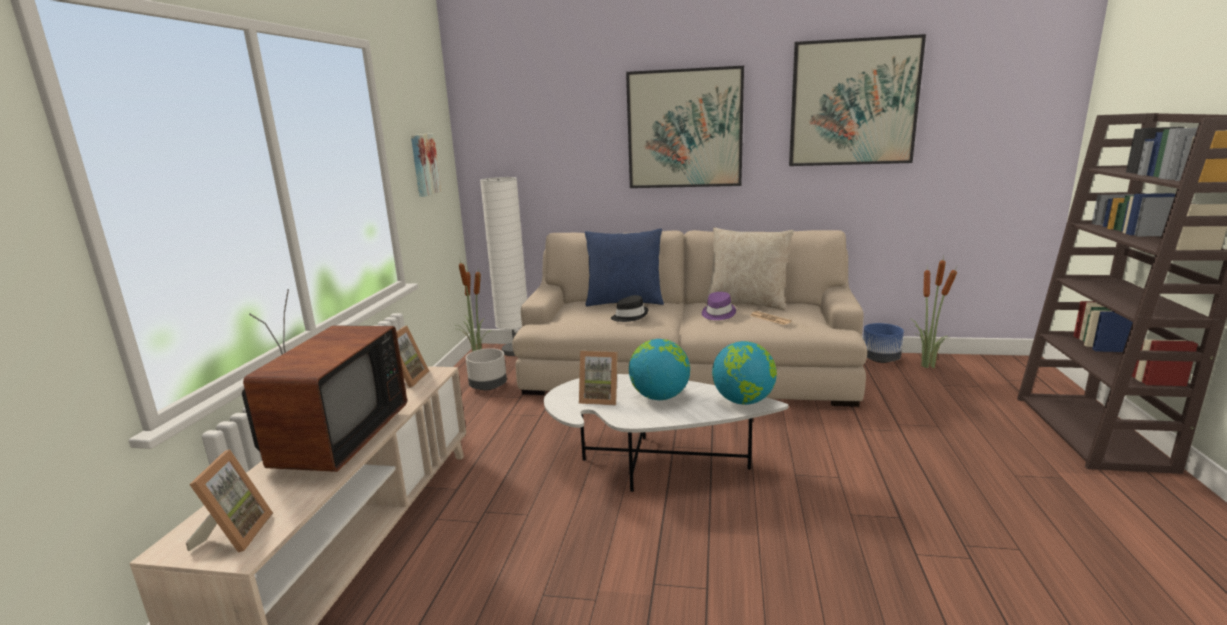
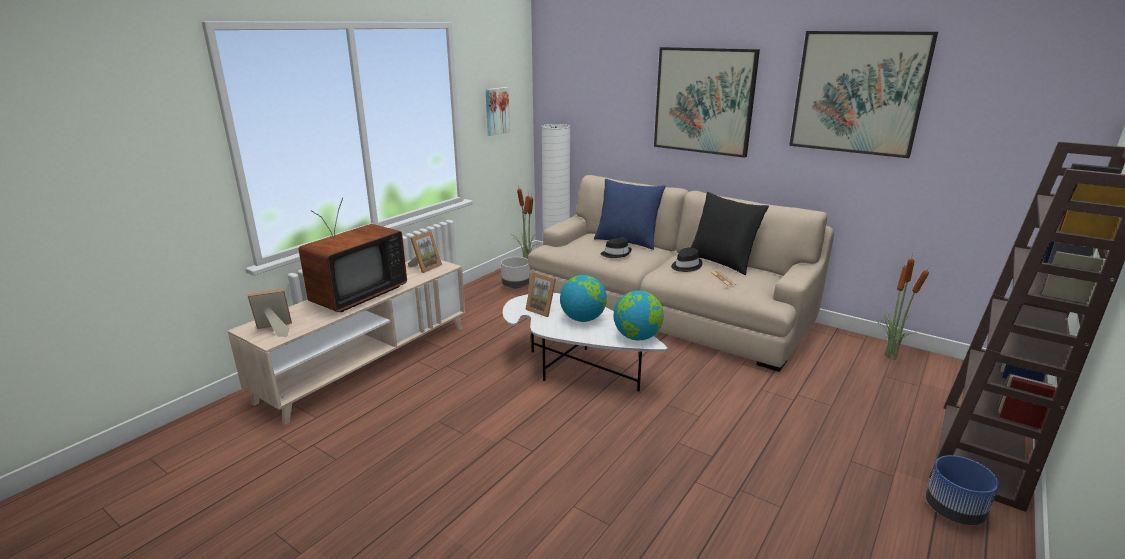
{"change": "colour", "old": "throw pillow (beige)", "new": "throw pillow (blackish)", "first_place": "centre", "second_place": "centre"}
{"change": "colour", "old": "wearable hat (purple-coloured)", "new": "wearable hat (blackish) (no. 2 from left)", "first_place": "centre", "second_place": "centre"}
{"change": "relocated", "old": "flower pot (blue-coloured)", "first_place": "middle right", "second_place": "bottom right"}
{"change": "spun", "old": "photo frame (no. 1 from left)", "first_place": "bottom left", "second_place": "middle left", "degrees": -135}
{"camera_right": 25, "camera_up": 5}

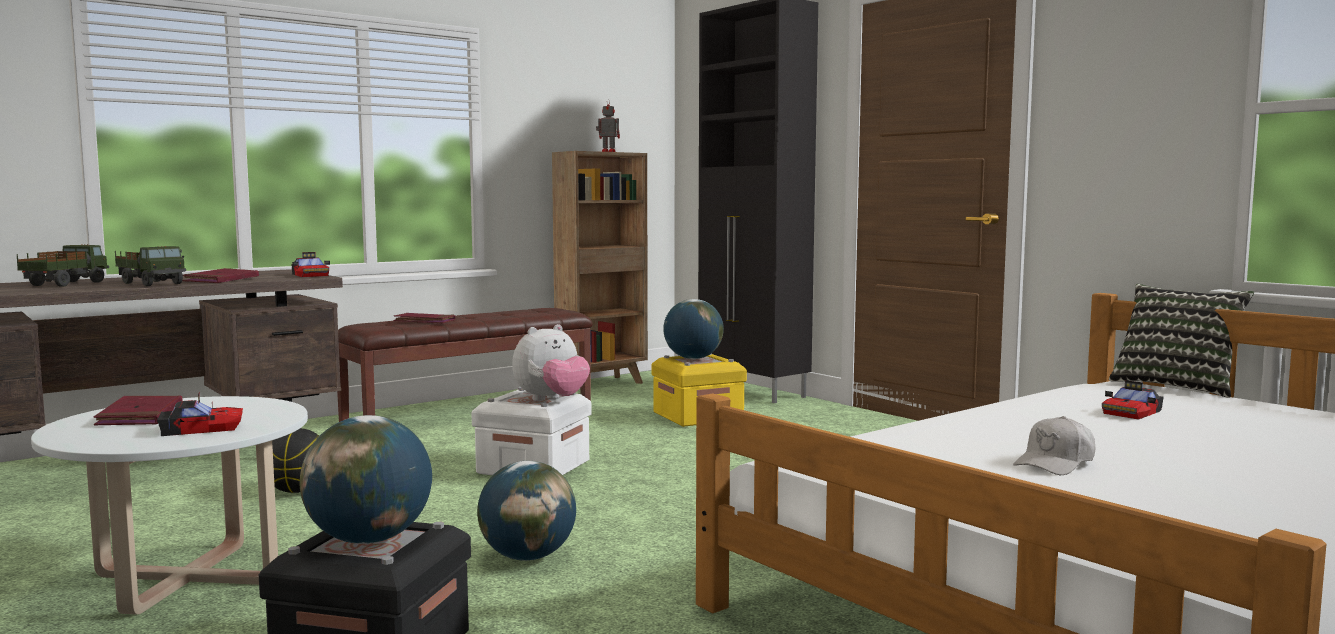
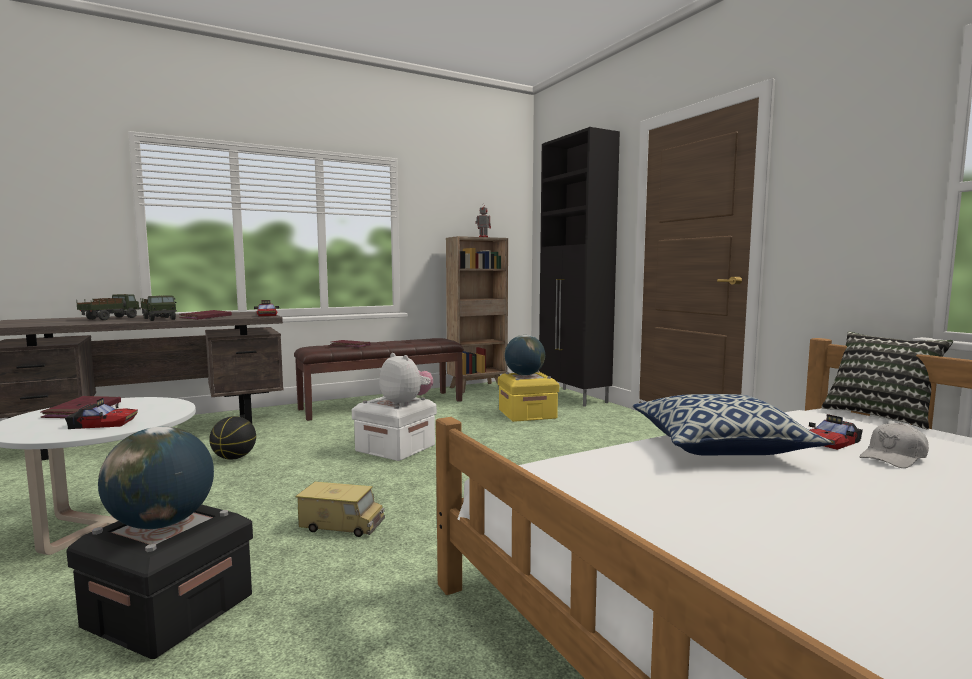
{"change": "spun", "old": "soft toy", "first_place": "centre", "second_place": "centre", "degrees": -105}
{"change": "relocated", "old": "cap (whitish)", "first_place": "bottom right", "second_place": "middle right"}
{"change": "exchanged", "old": "globe (no. 2 from left)", "new": "toy lorry (no. 3 from left)", "first_place": "bottom centre", "second_place": "bottom centre"}
{"change": "appeared", "new": "throw pillow (no. 1 from left)", "second_place": "middle right"}
{"camera_right": 10, "camera_up": 0}

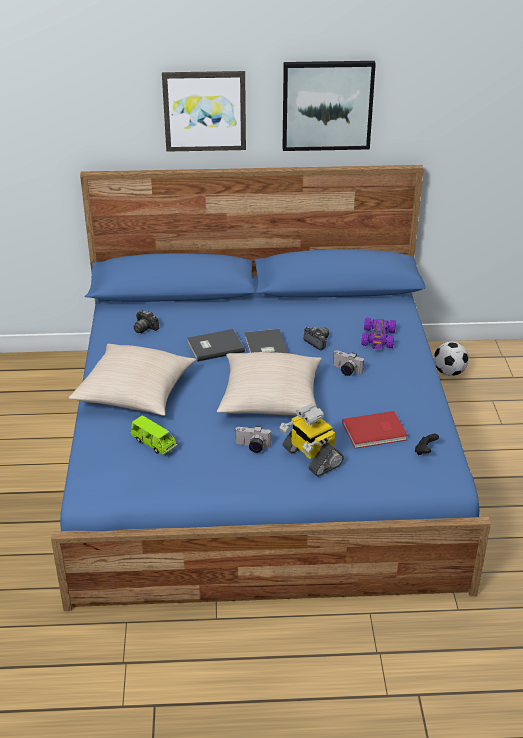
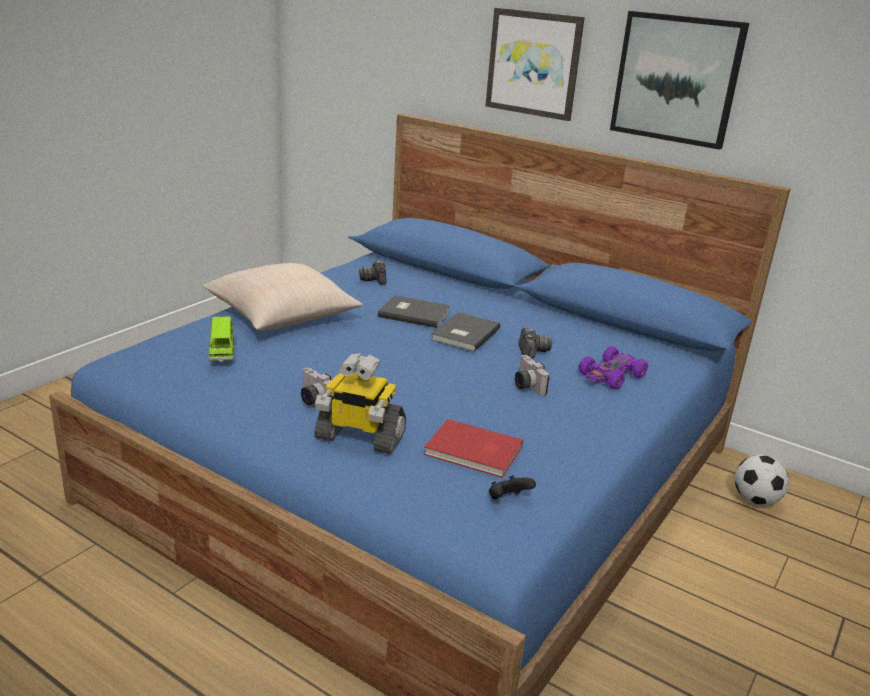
{"change": "missing", "old": "throw pillow (beige) (no. 2 from left)", "first_place": "centre"}
{"change": "spun", "old": "model robot", "first_place": "centre", "second_place": "centre", "degrees": -75}
{"camera_right": 35, "camera_up": -10}

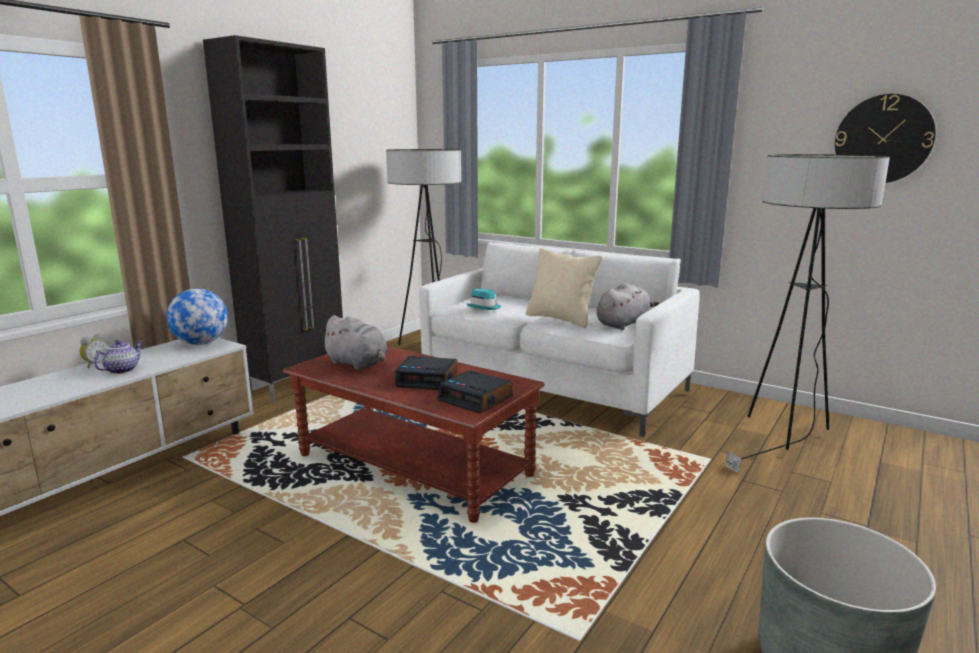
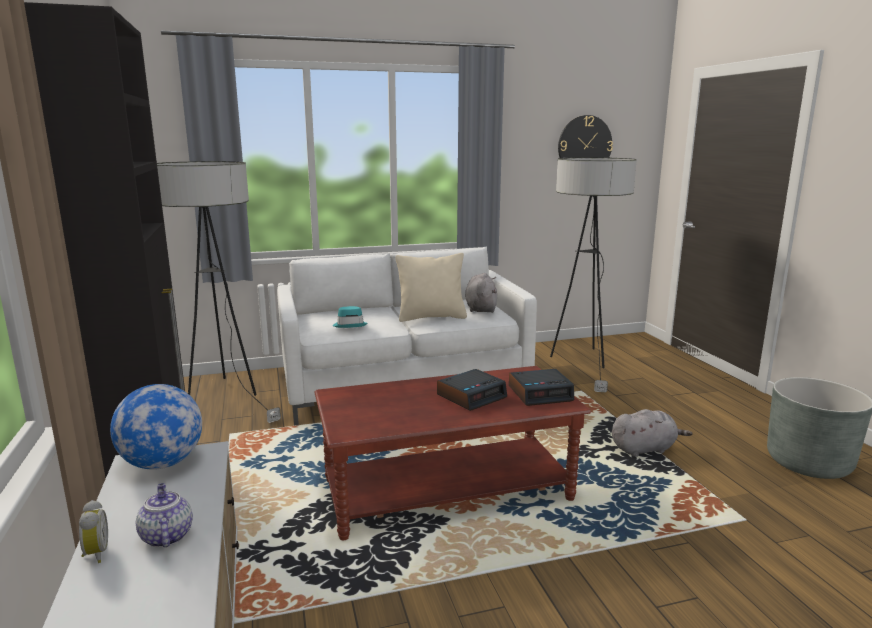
{"change": "relocated", "old": "soft toy (greyish) (no. 1 from left in the first image)", "new": "soft toy (greyish) (no. 2 from left)", "first_place": "centre", "second_place": "bottom right"}
{"camera_right": -50, "camera_up": 0}

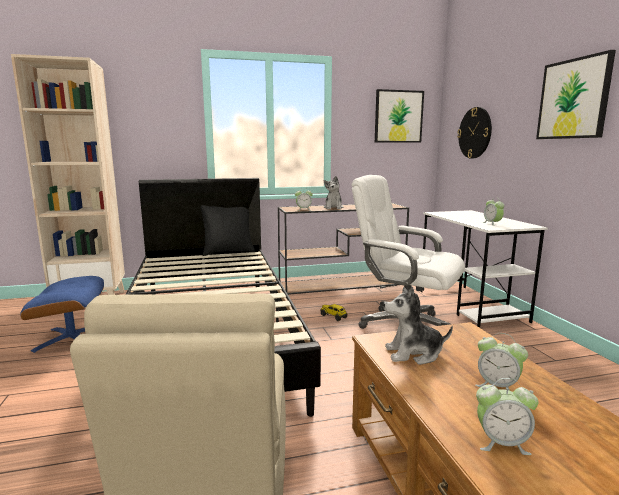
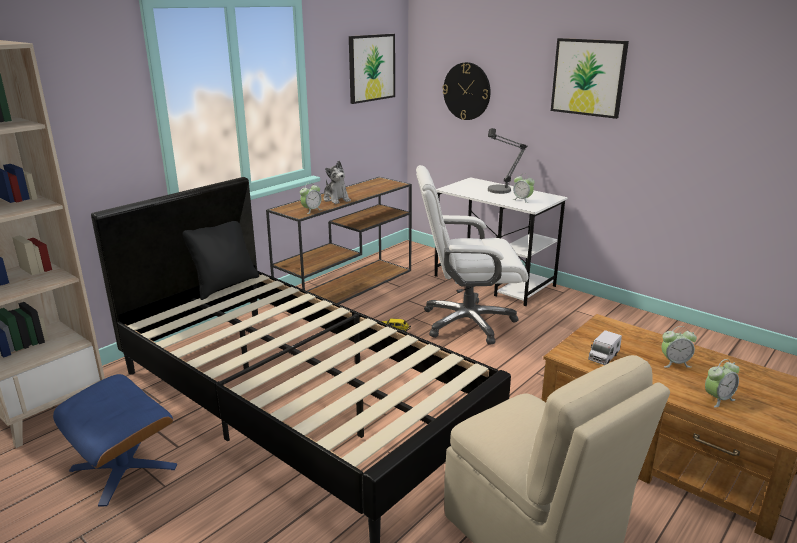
{"change": "exchanged", "old": "soft toy (no. 2 from left)", "new": "toy lorry (no. 2 from left)", "first_place": "middle right", "second_place": "middle right"}
{"change": "appeared", "new": "table lamp", "second_place": "top centre"}
{"camera_right": -35, "camera_up": 10}

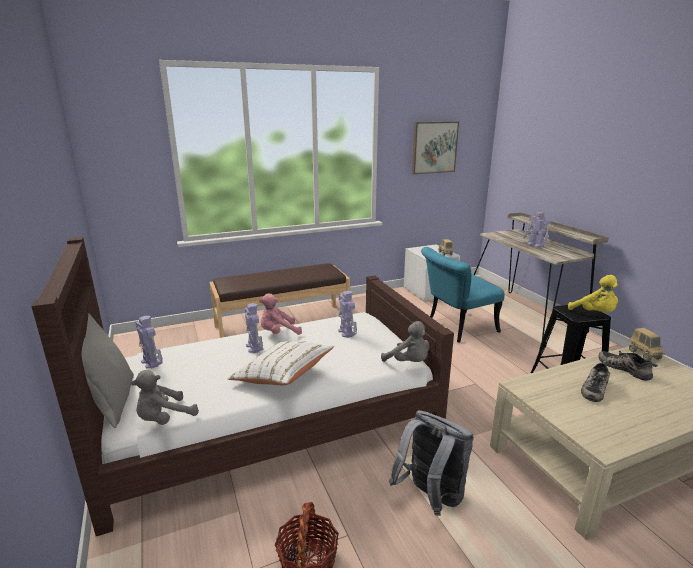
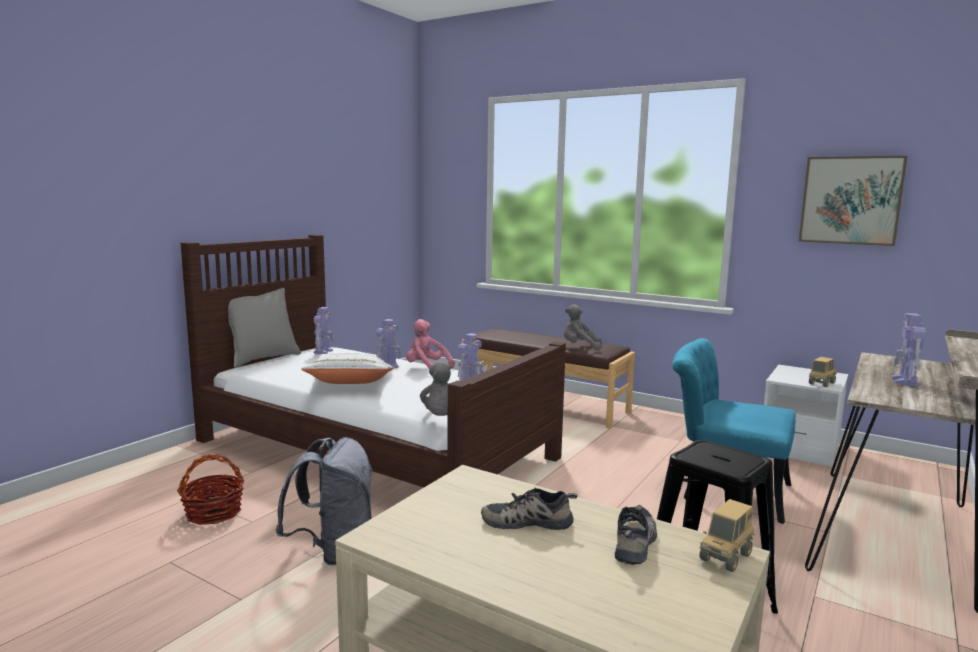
{"change": "missing", "old": "soft toy (yellowish)", "first_place": "middle right"}
{"change": "relocated", "old": "soft toy (greyish) (no. 1 from left in the first image)", "new": "soft toy (greyish) (no. 2 from left)", "first_place": "bottom left", "second_place": "centre"}
{"camera_right": 55, "camera_up": -10}

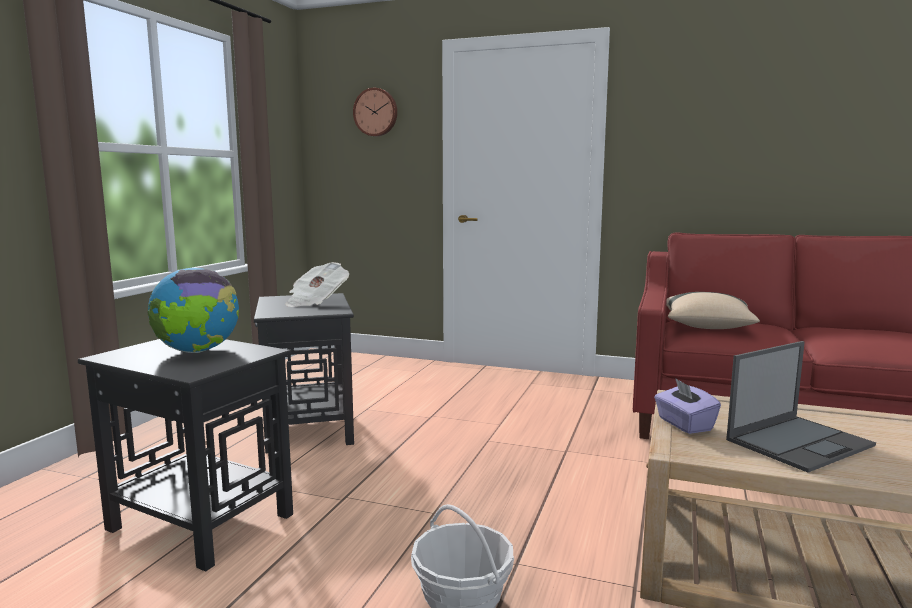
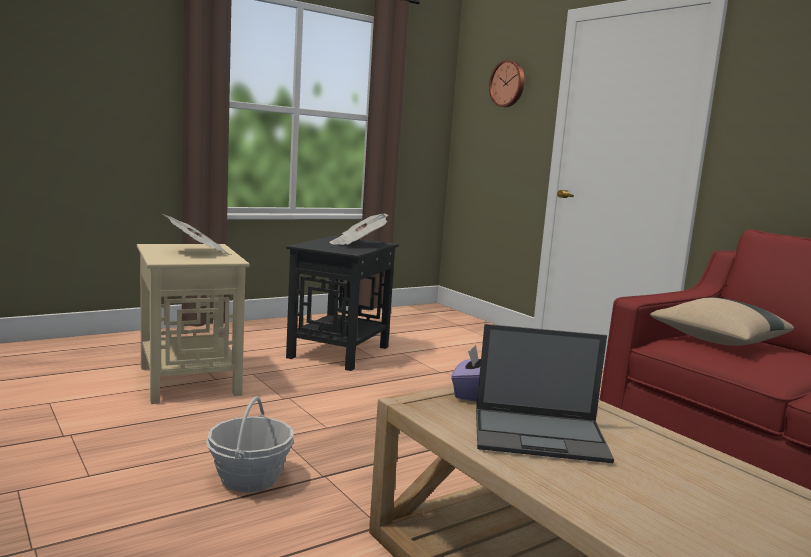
{"change": "exchanged", "old": "globe", "new": "printed paper (no. 1 from left)", "first_place": "middle left", "second_place": "middle left"}
{"change": "colour", "old": "accent table (blackish) (no. 1 from left)", "new": "accent table (beige)", "first_place": "bottom left", "second_place": "middle left"}
{"camera_right": 35, "camera_up": 0}

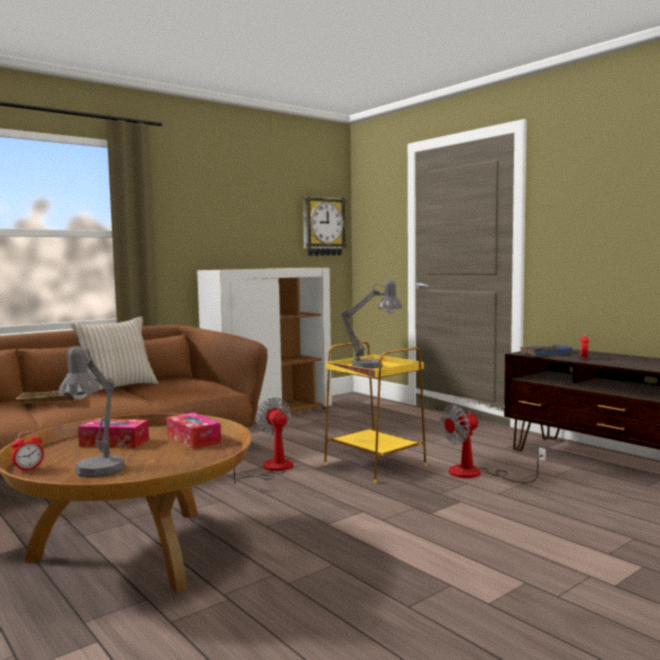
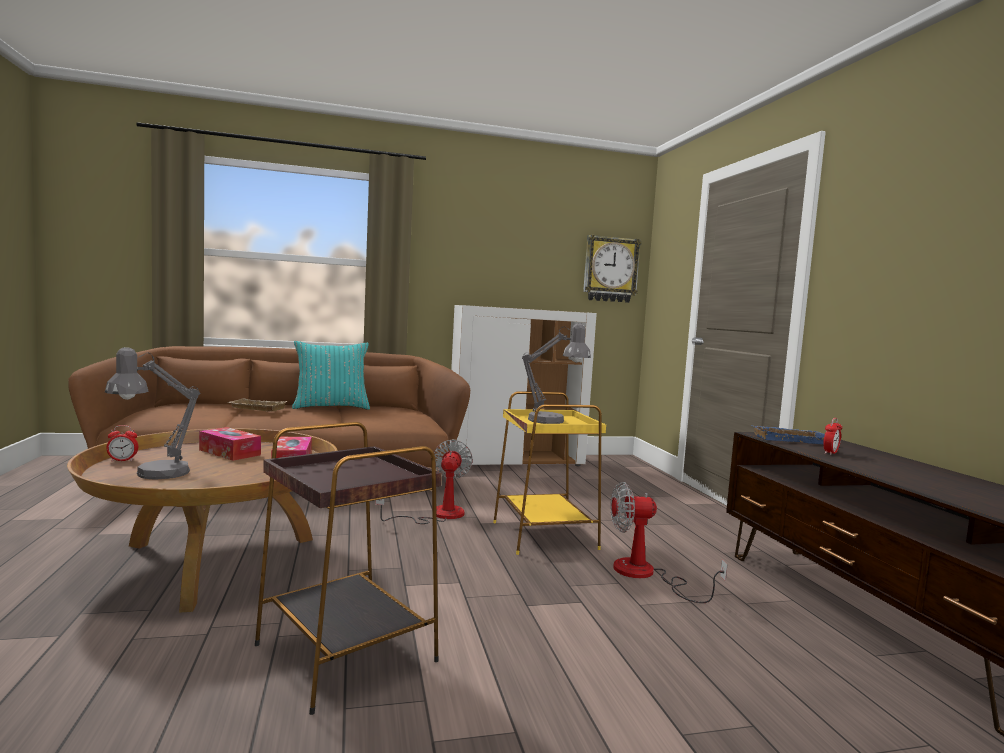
{"change": "colour", "old": "throw pillow (beige)", "new": "throw pillow (turquoise-coloured)", "first_place": "middle left", "second_place": "middle left"}
{"change": "appeared", "new": "accent table (brownish)", "second_place": "bottom centre"}
{"camera_right": 25, "camera_up": 0}

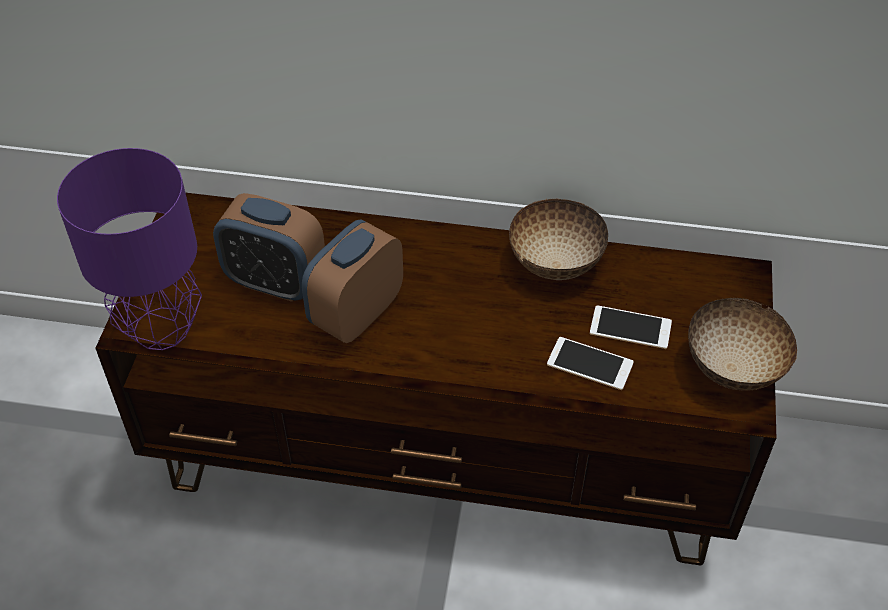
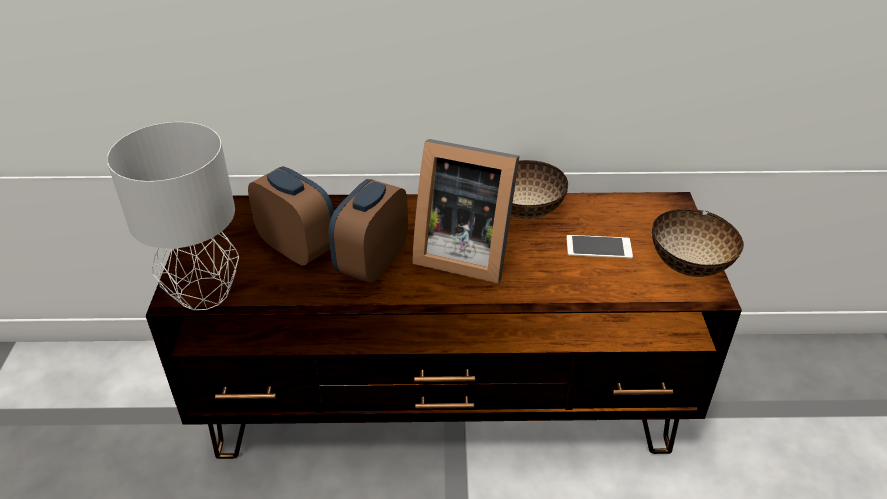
{"change": "colour", "old": "table lamp (purple-coloured)", "new": "table lamp (greyish)", "first_place": "middle left", "second_place": "middle left"}
{"change": "spun", "old": "table clock (no. 1 from left)", "first_place": "middle left", "second_place": "middle left", "degrees": -150}
{"change": "missing", "old": "phone (no. 1 from left)", "first_place": "centre"}
{"change": "appeared", "new": "photo frame", "second_place": "centre"}
{"camera_right": -10, "camera_up": -10}

